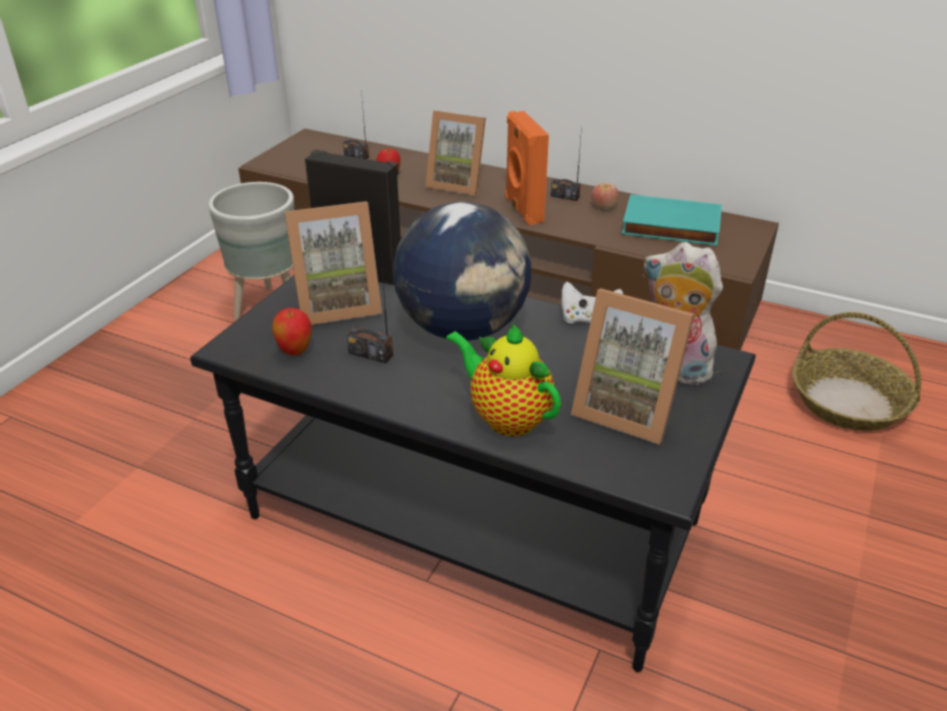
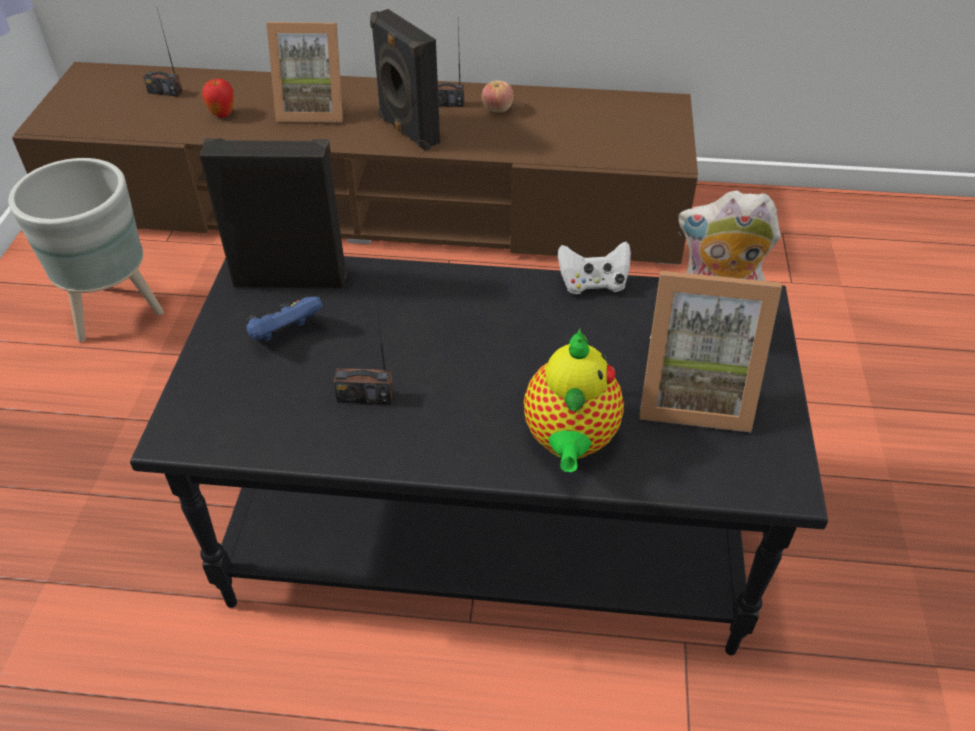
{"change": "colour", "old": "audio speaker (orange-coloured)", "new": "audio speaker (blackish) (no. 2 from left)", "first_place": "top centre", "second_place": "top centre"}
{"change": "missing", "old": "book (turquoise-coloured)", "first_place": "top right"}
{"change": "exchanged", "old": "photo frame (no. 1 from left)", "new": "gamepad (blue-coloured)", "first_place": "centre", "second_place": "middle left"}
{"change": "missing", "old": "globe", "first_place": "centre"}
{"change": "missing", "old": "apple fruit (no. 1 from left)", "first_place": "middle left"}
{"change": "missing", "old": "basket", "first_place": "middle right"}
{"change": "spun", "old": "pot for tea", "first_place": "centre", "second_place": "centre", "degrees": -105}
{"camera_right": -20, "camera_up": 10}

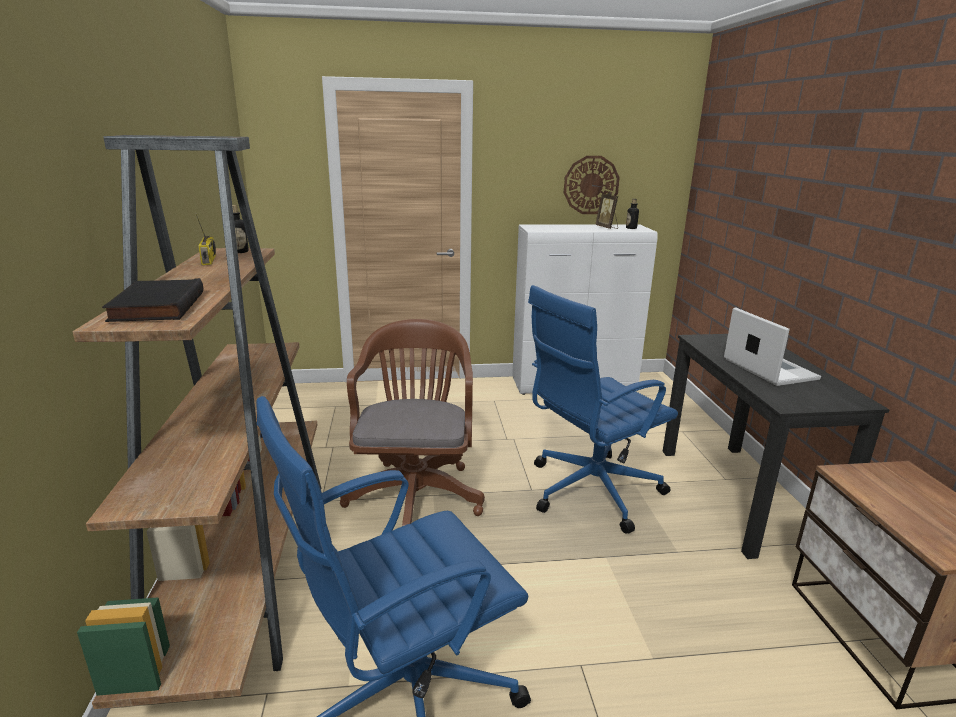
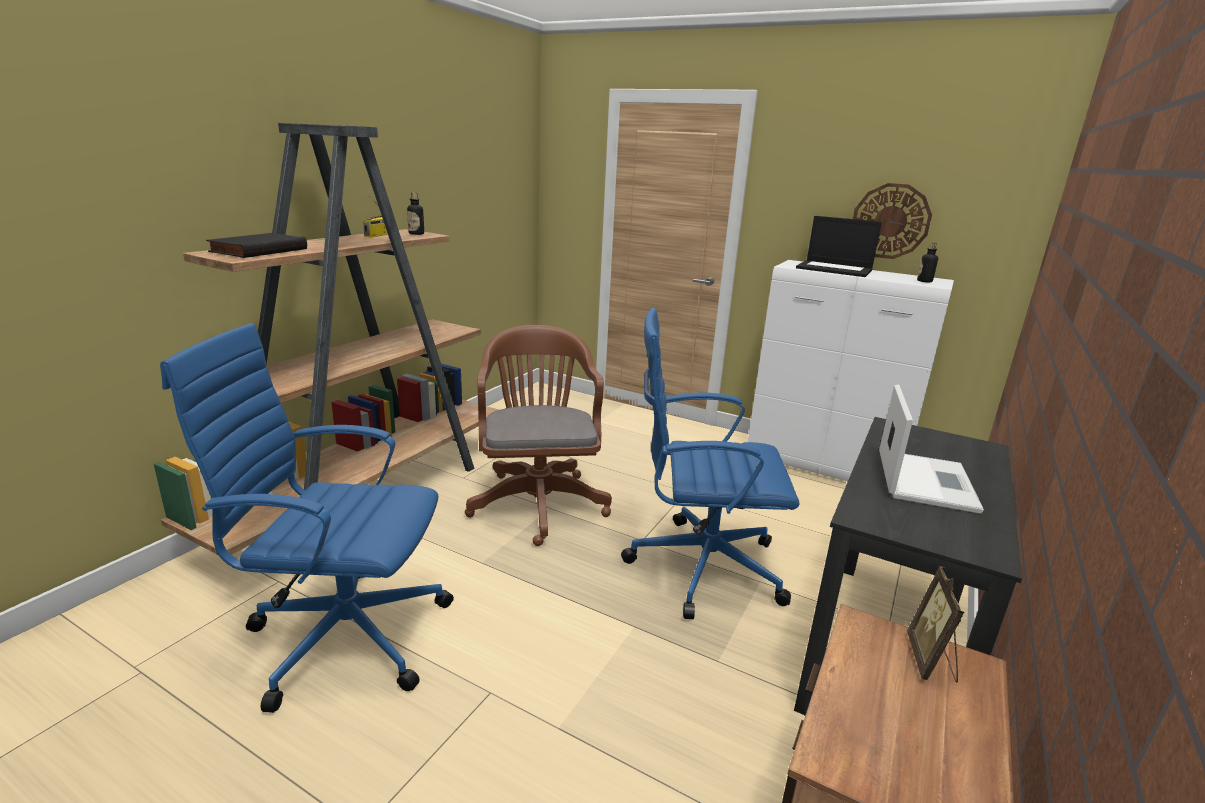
{"change": "relocated", "old": "photo frame", "first_place": "top centre", "second_place": "bottom right"}
{"change": "spun", "old": "desk chair (brownish)", "first_place": "centre", "second_place": "centre", "degrees": -45}
{"change": "appeared", "new": "portable computer (no. 1 from left)", "second_place": "top right"}
{"camera_right": 35, "camera_up": 0}

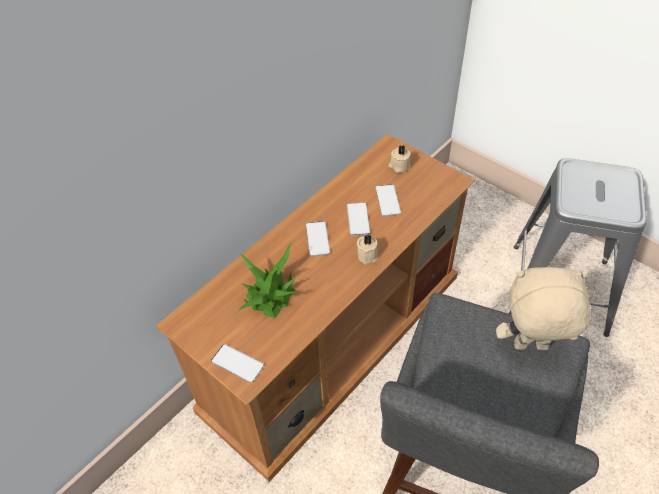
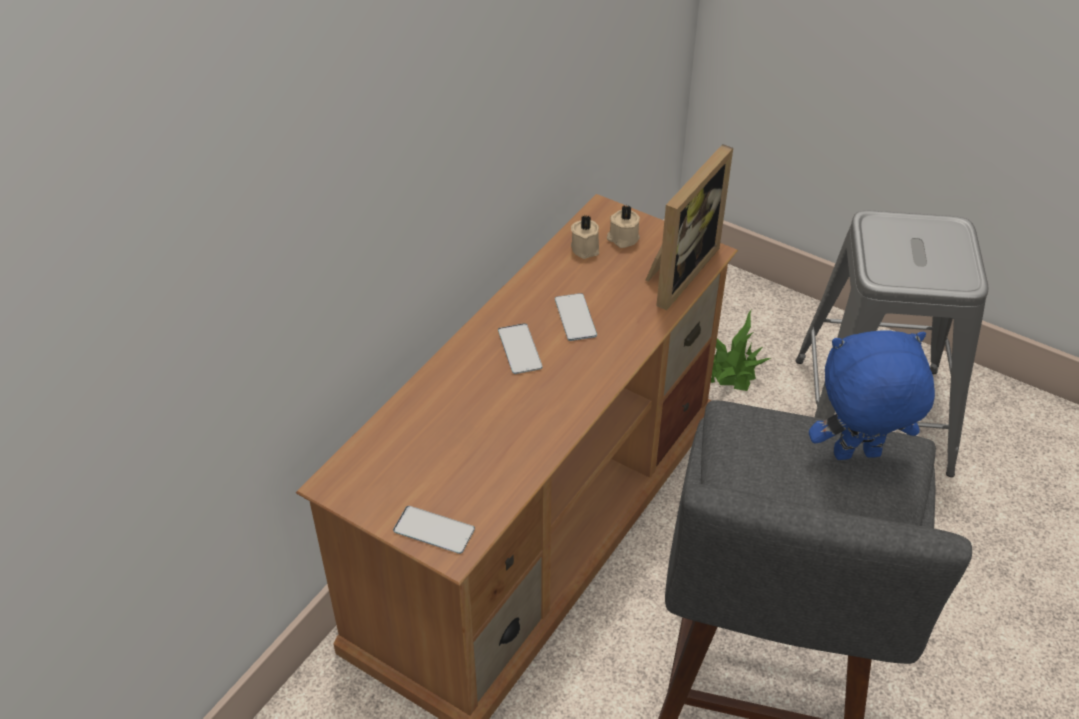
{"change": "missing", "old": "phone (no. 4 from left)", "first_place": "centre"}
{"change": "relocated", "old": "wax candle (beige) (no. 1 from left)", "first_place": "centre", "second_place": "top centre"}
{"change": "relocated", "old": "potted plant", "first_place": "centre", "second_place": "middle right"}
{"change": "colour", "old": "soft toy (beige)", "new": "soft toy (blue-coloured)", "first_place": "middle right", "second_place": "middle right"}
{"change": "appeared", "new": "photo frame", "second_place": "top centre"}
{"camera_right": -10, "camera_up": -5}

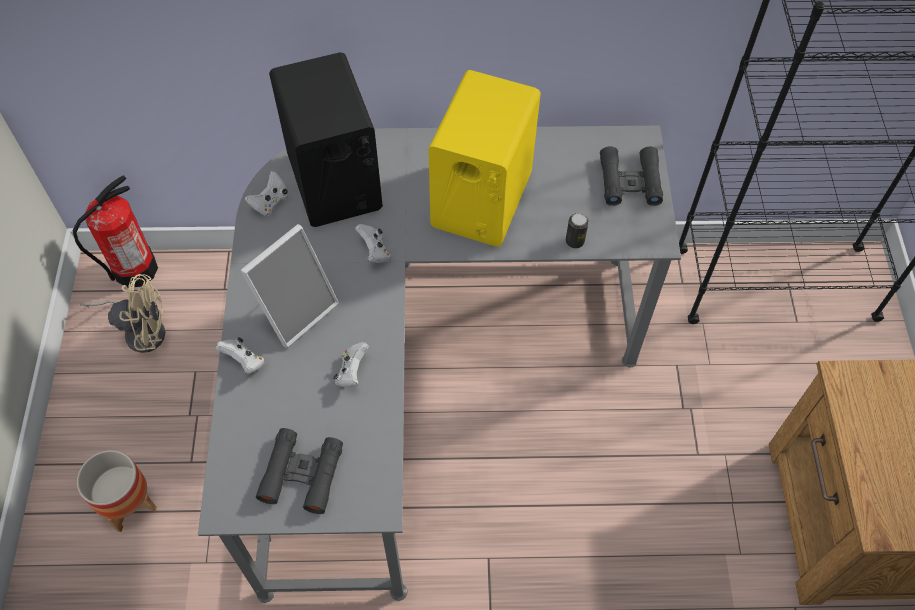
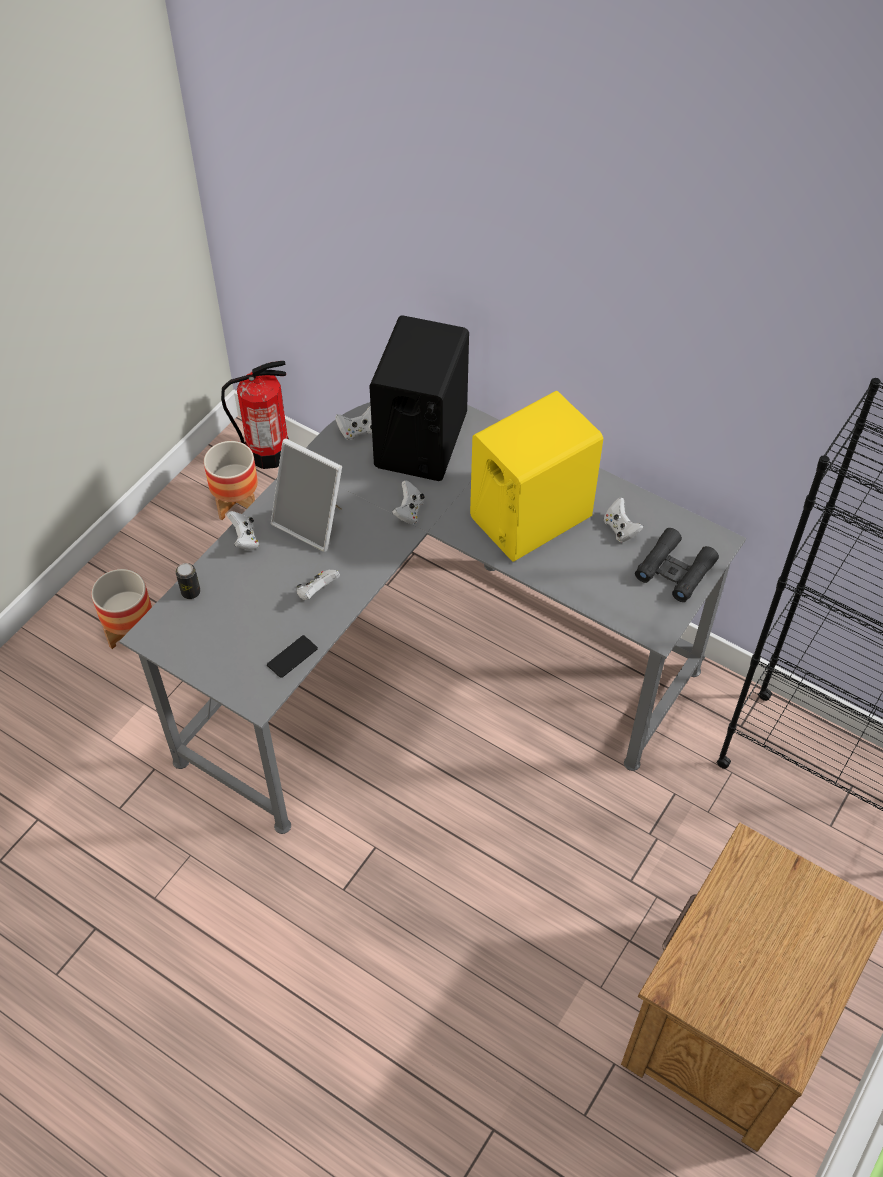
{"change": "relocated", "old": "metal can", "first_place": "centre", "second_place": "middle left"}
{"change": "spun", "old": "photo frame", "first_place": "middle left", "second_place": "centre", "degrees": 45}
{"change": "exchanged", "old": "cooling fan (beige)", "new": "flower pot (no. 2 from left)", "first_place": "middle left", "second_place": "middle left"}
{"change": "missing", "old": "pair of binoculars (blackish) (no. 1 from left)", "first_place": "bottom left"}
{"change": "appeared", "new": "gamepad (whitish) (no. 5 from left)", "second_place": "middle right"}
{"change": "appeared", "new": "phone", "second_place": "middle left"}
{"camera_right": 35, "camera_up": -5}

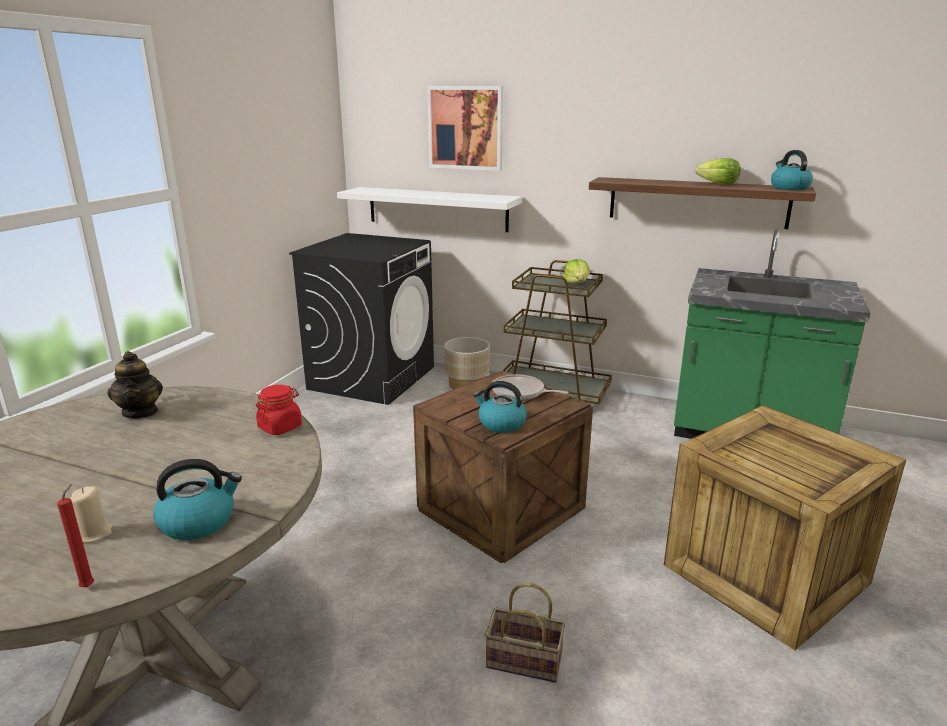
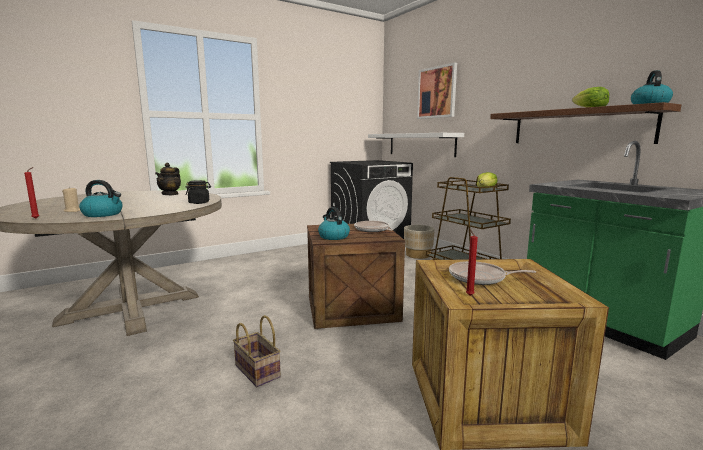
{"change": "colour", "old": "storage jar (red)", "new": "storage jar (blackish)", "first_place": "middle left", "second_place": "middle left"}
{"change": "appeared", "new": "wax candle (red) (no. 2 from left)", "second_place": "middle right"}
{"change": "appeared", "new": "skillet (no. 2 from left)", "second_place": "middle right"}
{"camera_right": 35, "camera_up": -10}

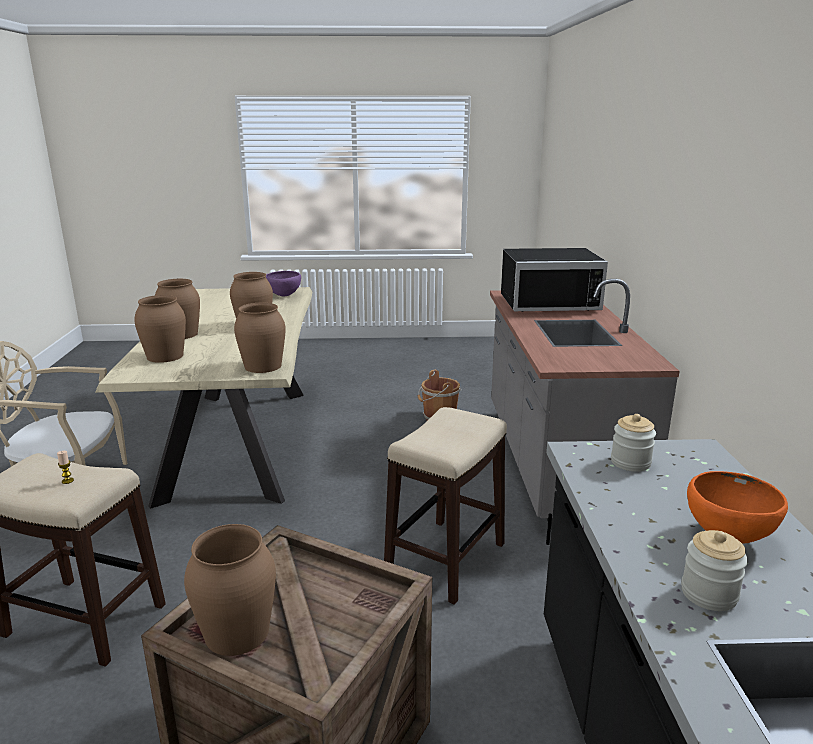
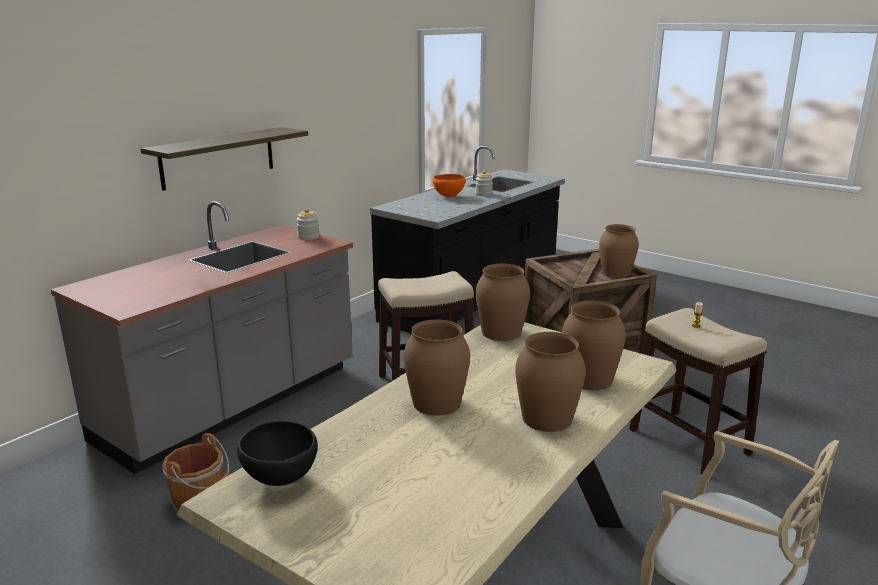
{"change": "missing", "old": "microwave oven (blackish)", "first_place": "middle right"}
{"change": "colour", "old": "serving bowl (purple-coloured)", "new": "serving bowl (blackish)", "first_place": "centre", "second_place": "bottom left"}
{"change": "relocated", "old": "storage jar (no. 1 from left)", "first_place": "middle right", "second_place": "centre"}
{"change": "appeared", "new": "bracket shelf", "second_place": "top left"}
{"camera_right": -140, "camera_up": 0}

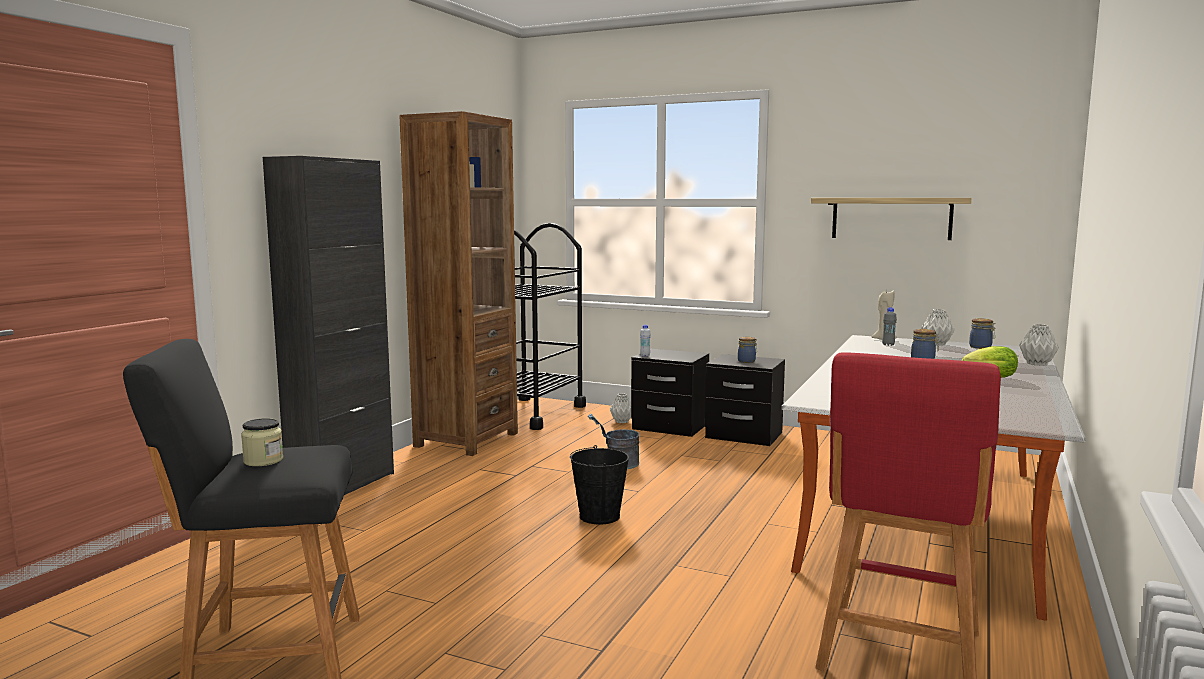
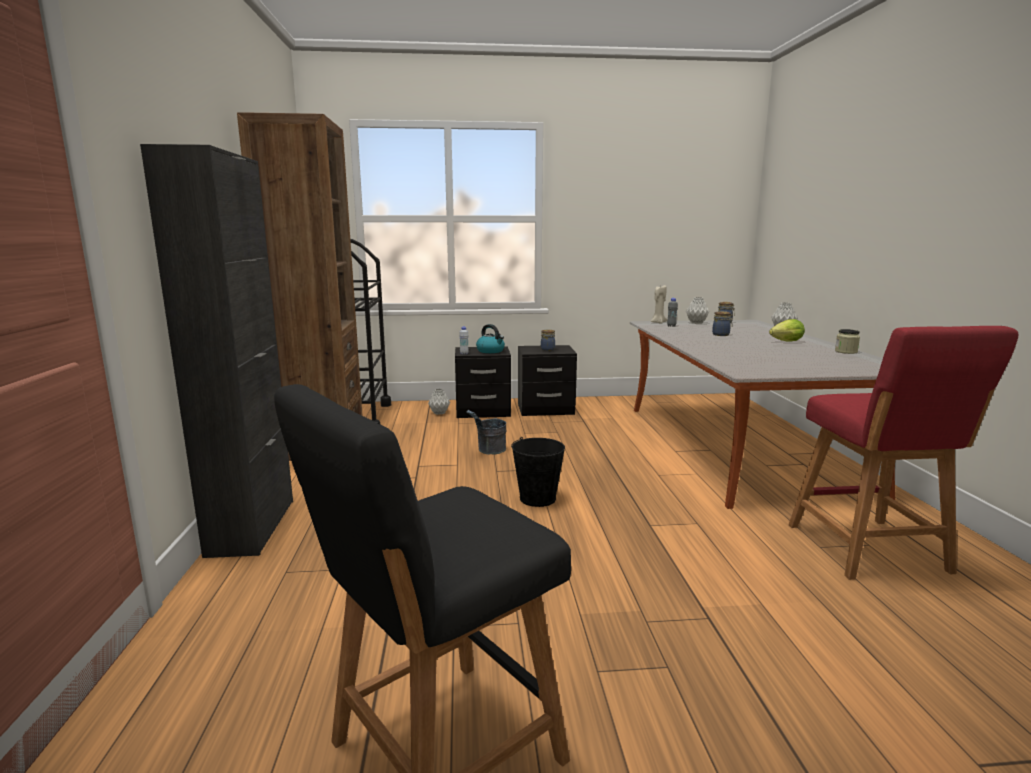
{"change": "missing", "old": "bracket shelf", "first_place": "top right"}
{"change": "relocated", "old": "storage jar (no. 1 from left in the first image)", "new": "storage jar (no. 4 from left)", "first_place": "middle left", "second_place": "middle right"}
{"change": "appeared", "new": "tea kettle", "second_place": "centre"}
{"camera_right": -30, "camera_up": 5}

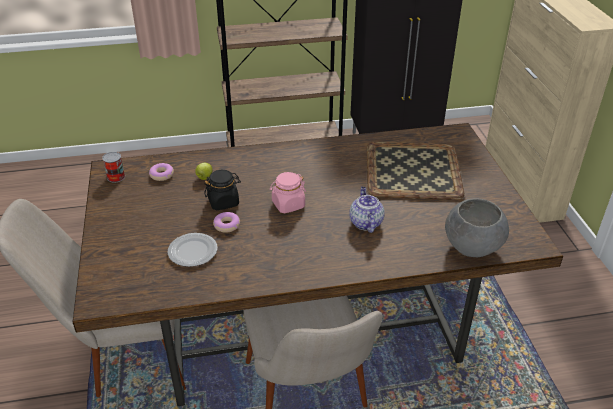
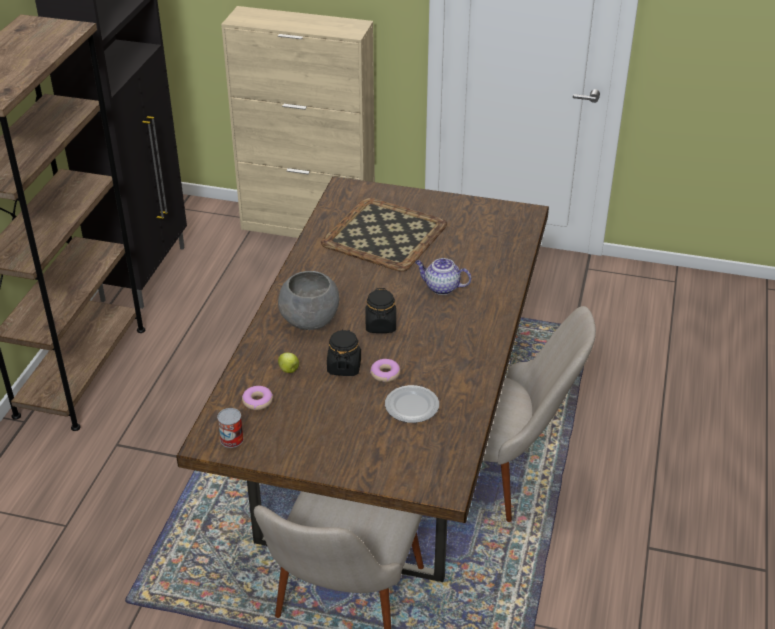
{"change": "colour", "old": "storage jar (pink)", "new": "storage jar (blackish) (no. 2 from left)", "first_place": "centre", "second_place": "centre"}
{"change": "relocated", "old": "serving bowl (greyish)", "first_place": "middle right", "second_place": "centre"}
{"camera_right": -65, "camera_up": 0}

